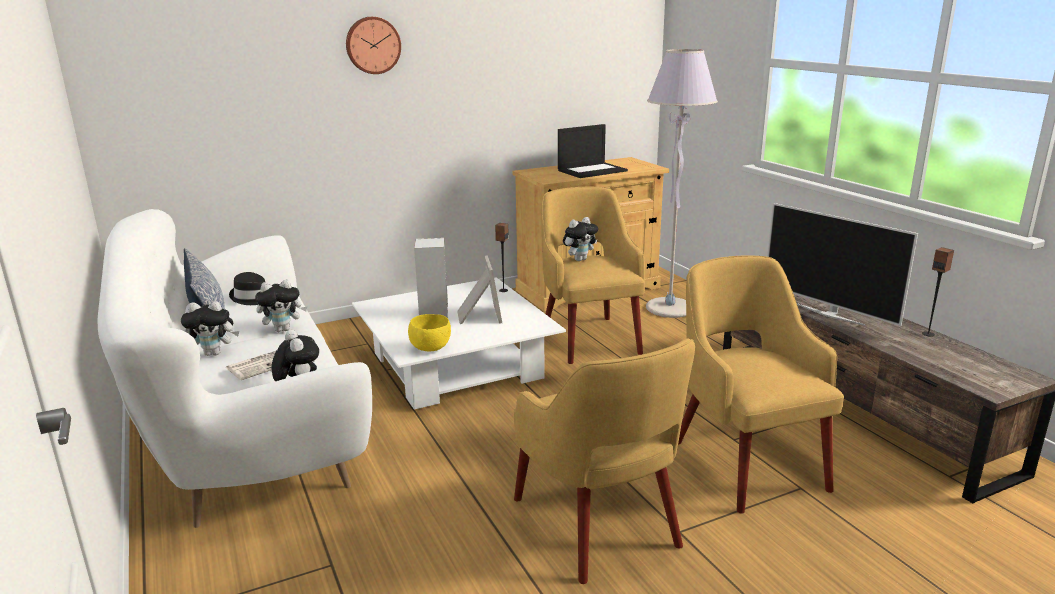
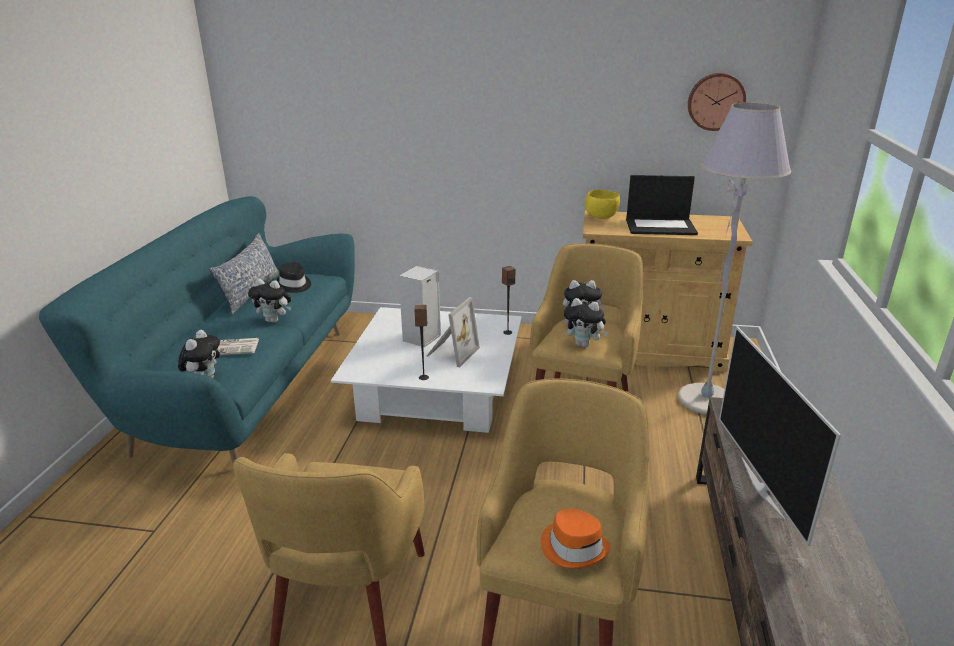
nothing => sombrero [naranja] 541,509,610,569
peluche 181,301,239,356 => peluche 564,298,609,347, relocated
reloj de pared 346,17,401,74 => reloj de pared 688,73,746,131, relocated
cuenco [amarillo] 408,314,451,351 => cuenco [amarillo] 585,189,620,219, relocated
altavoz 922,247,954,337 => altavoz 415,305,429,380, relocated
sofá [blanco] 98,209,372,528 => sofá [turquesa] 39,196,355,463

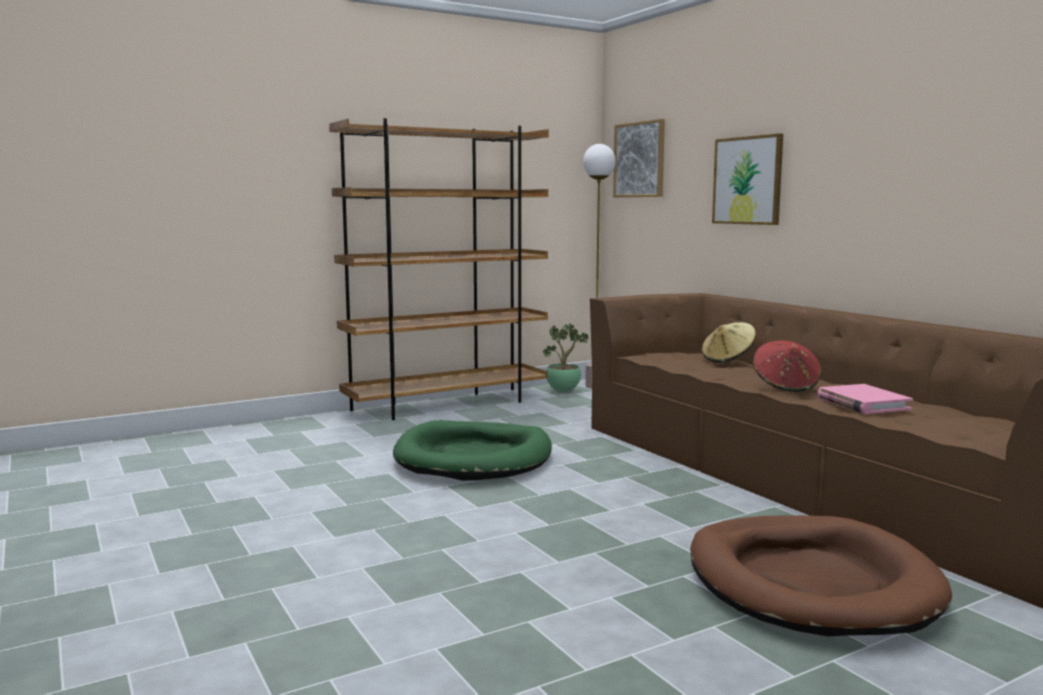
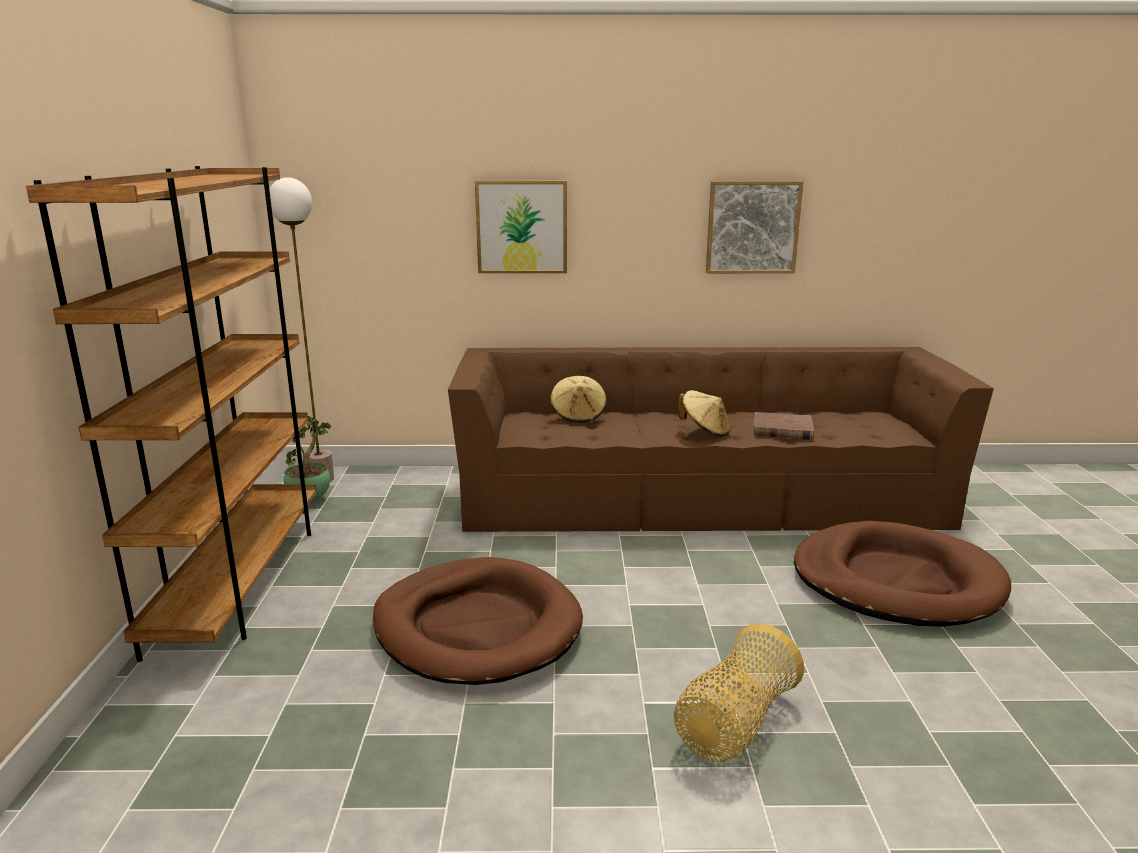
nothing => cesta 674,623,804,762
cuadro 613,119,665,197 => cuadro 706,181,803,274, relocated
cama para perro [verde] 393,420,552,481 => cama para perro [marrón] 372,557,583,685
sombrero [rojo] 753,340,821,392 => sombrero [beis] 678,390,731,437
libro [rosa] 818,384,913,414 => libro [marrón] 754,412,814,440

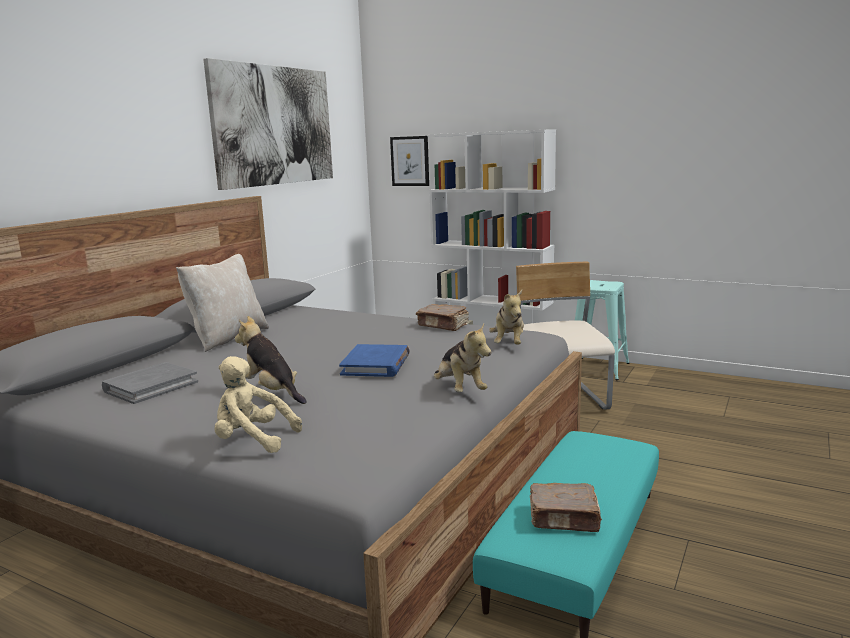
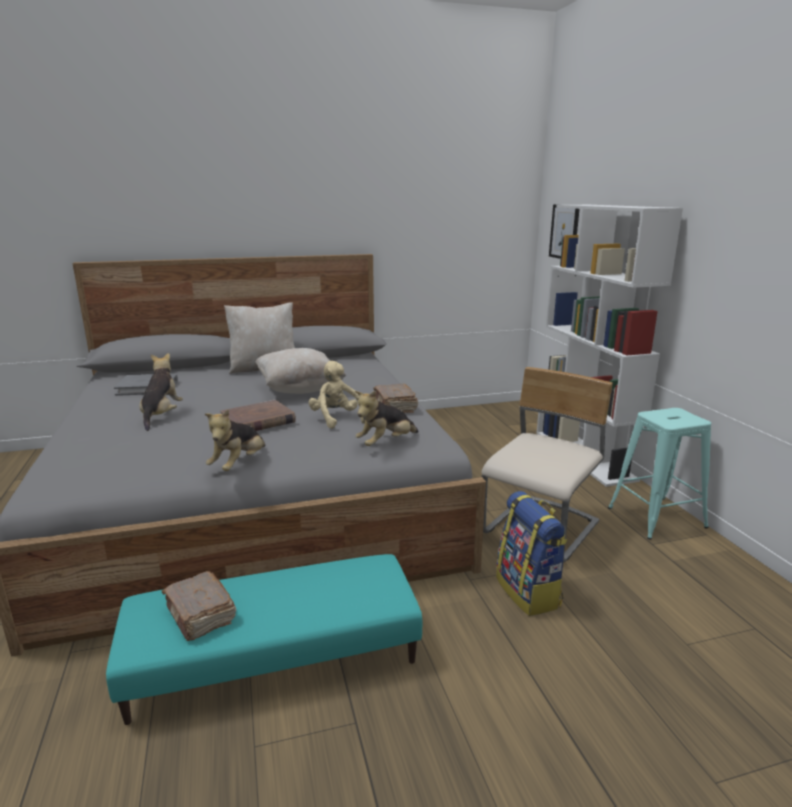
cuadro 203,58,333,190 => nothing
nothing => cojín [beis] 255,348,346,394
nothing => mochila 496,491,567,616
peluche [beis] 214,356,302,453 => peluche [beis] 308,361,365,429, relocated
libro [azul] 339,344,410,377 => libro [marrón] 221,400,296,431

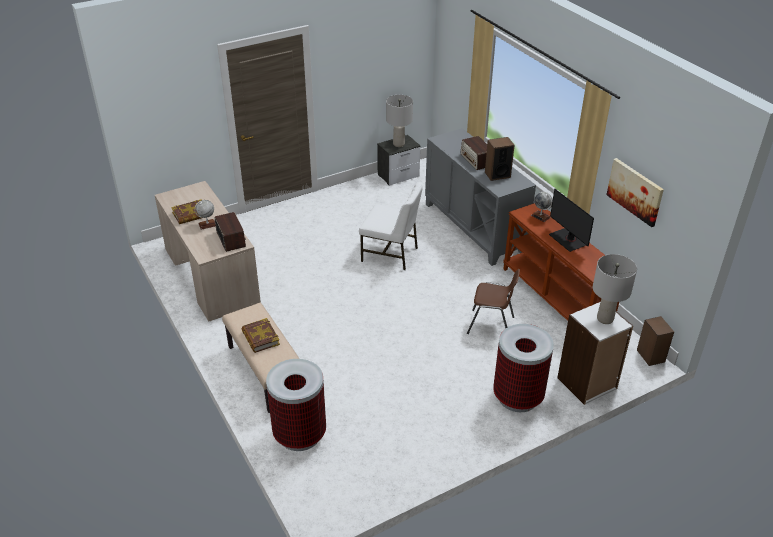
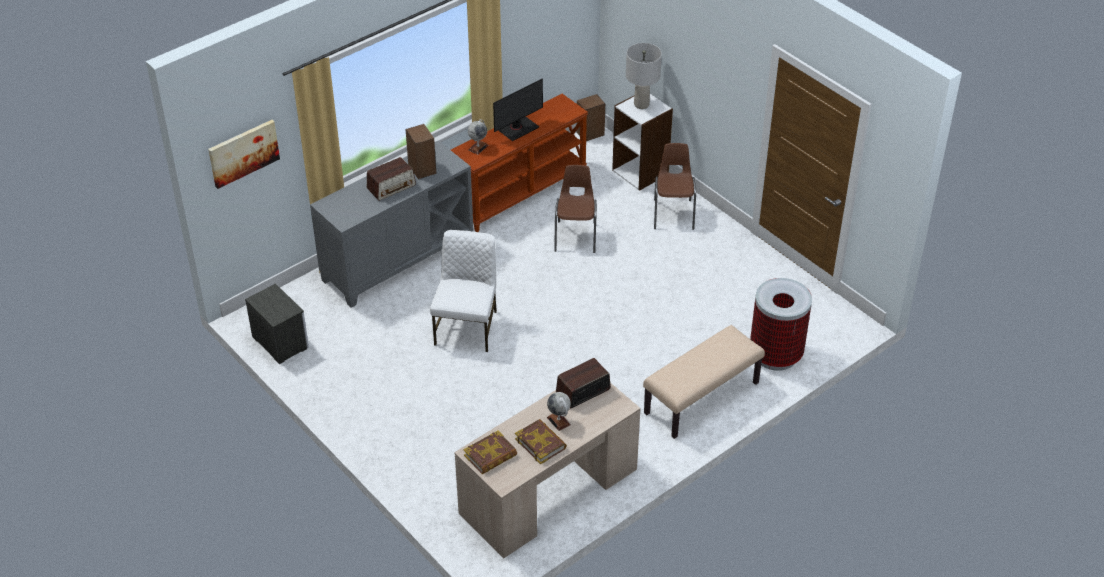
lámpara de mesa [gris] 386,95,413,147 => nothing
libro 241,318,280,353 => libro 464,431,517,474, relocated
cuadro 606,158,664,227 => cuadro 208,120,280,189, relocated
papelera 493,324,554,412 => silla [marrón] 654,143,696,230

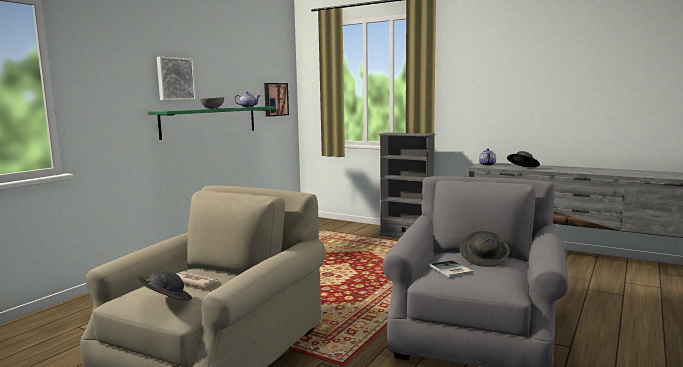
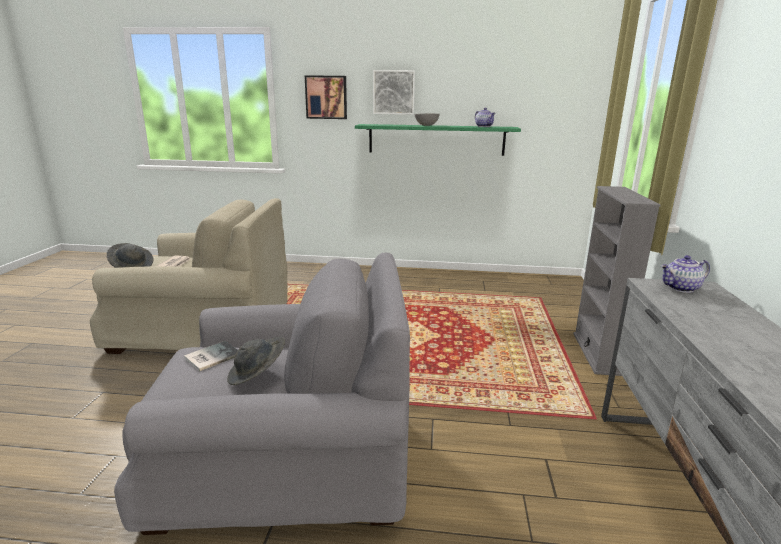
sombrero [gris] 507,151,540,167 => nothing
cuadro 264,83,289,117 => cuadro 305,75,347,119, relocated

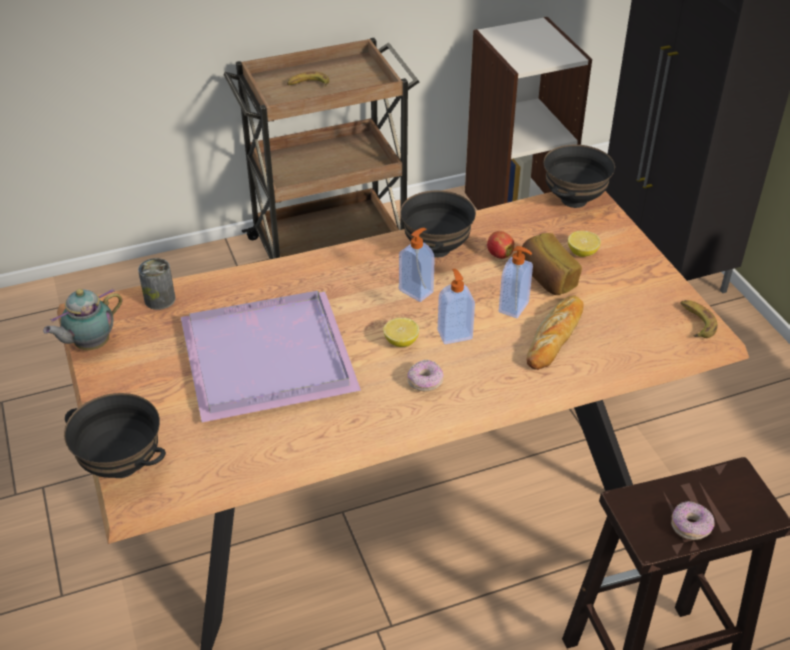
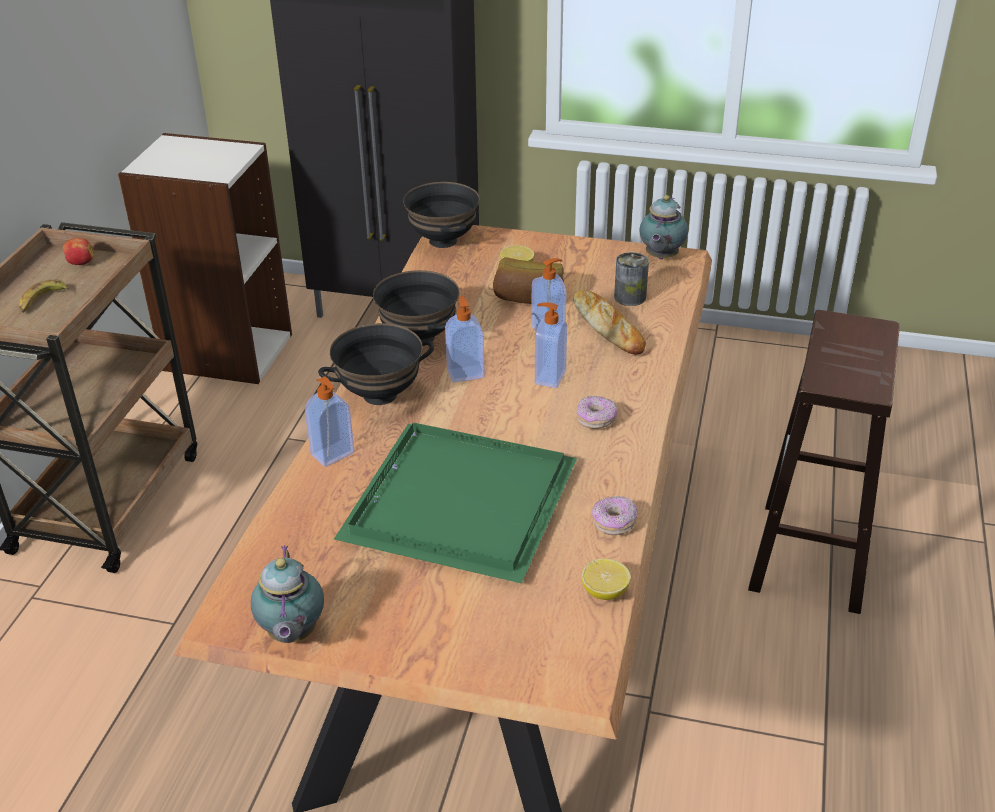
nothing => dispensador de jabón 305,376,354,467
cuenco [negro] 64,393,166,478 => cuenco [negro] 318,323,434,405, relocated
lata 138,258,176,310 => lata 614,252,649,306, relocated
limón 383,318,419,347 => limón 581,558,631,600, relocated
manzana 487,231,514,259 => manzana 63,238,93,265, relocated
rosquilla 671,501,715,540 => rosquilla 592,496,638,535, relocated
plátano 681,300,717,338 => tetera 639,195,688,260
bandeja [morado] 180,291,361,422 => bandeja [verde] 334,423,577,583

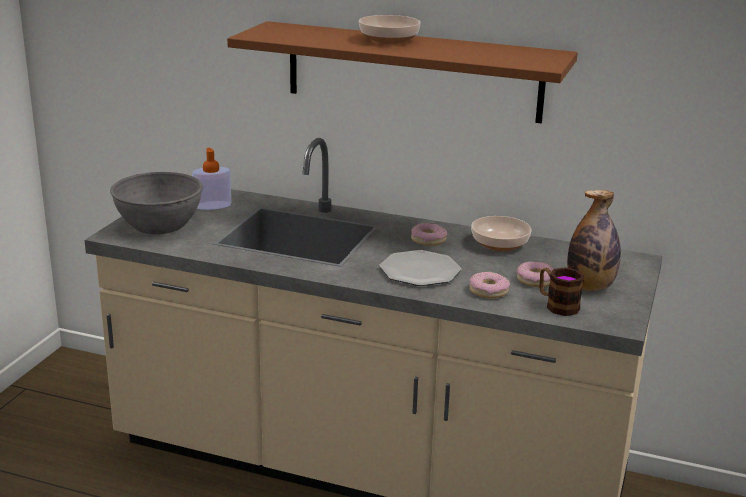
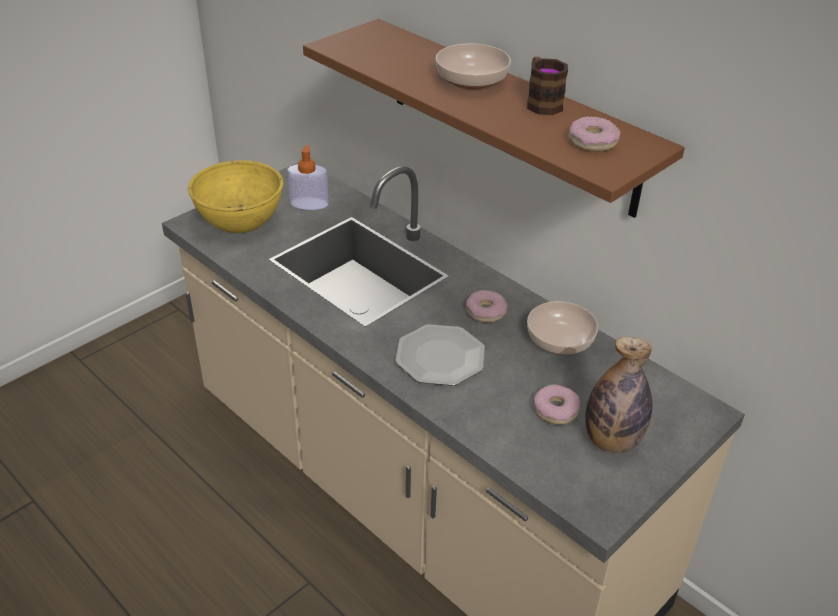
rosquilla 469,272,510,298 => rosquilla 569,116,621,152, relocated
taza grande 539,267,584,316 => taza grande 527,57,568,115, relocated
cuenco [gris] 110,172,203,234 => cuenco [amarillo] 188,160,283,233

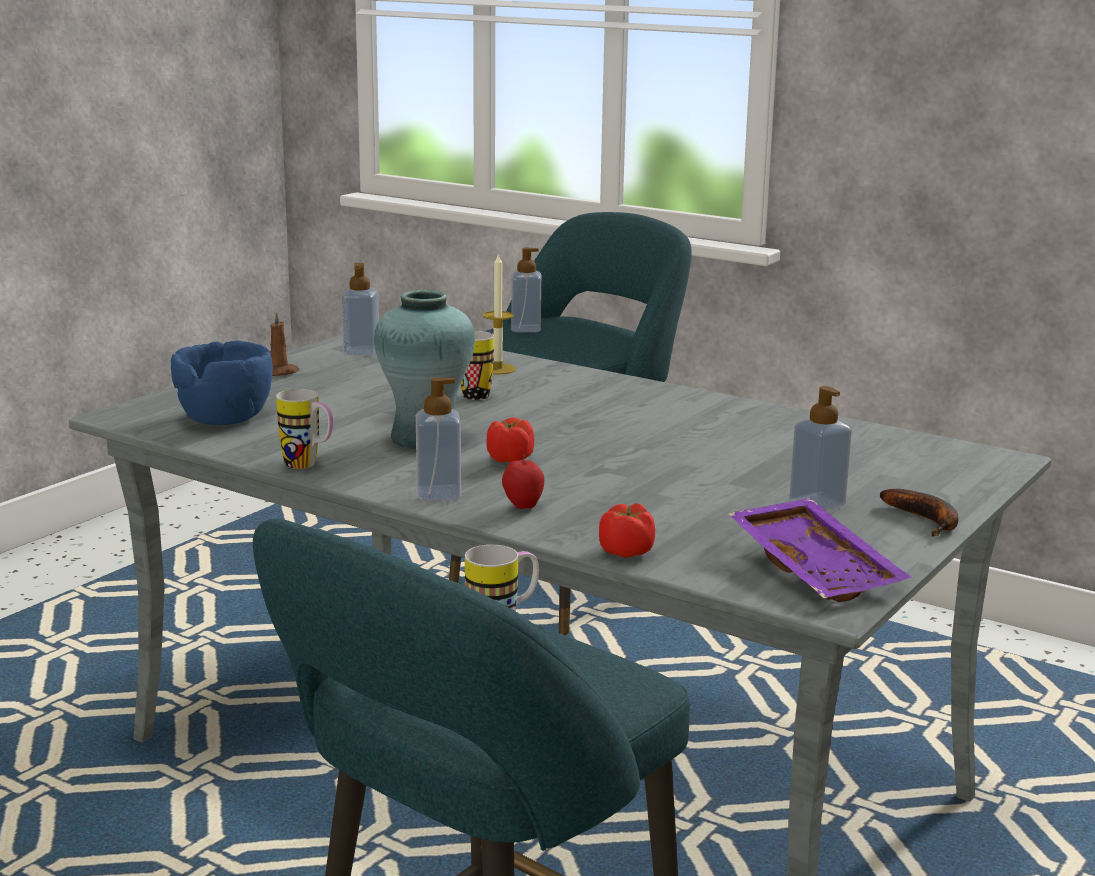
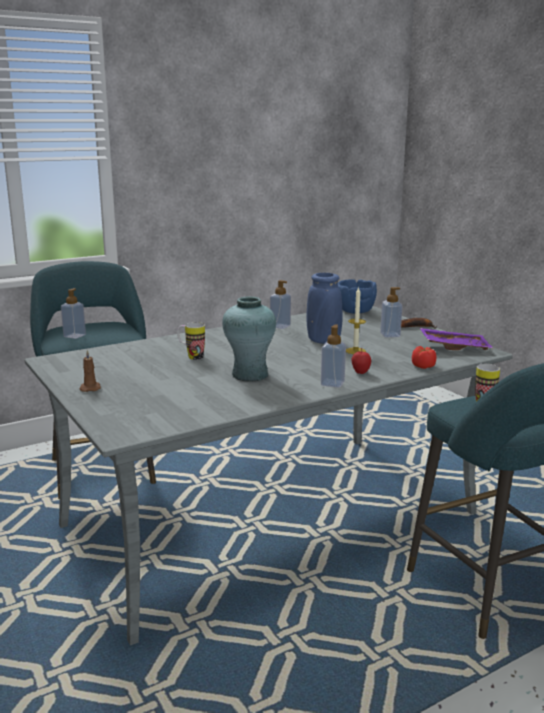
taza grande 276,389,333,469 => nothing
tomate 486,418,534,463 => nothing
nothing => florero [azul] 306,273,343,344
cuenco [azul] 171,341,273,425 => cuenco [azul] 338,279,377,314, relocated
dispensador de jabón 342,263,379,356 => dispensador de jabón 270,280,291,329, relocated
vela 482,253,516,374 => vela 346,286,366,354, relocated

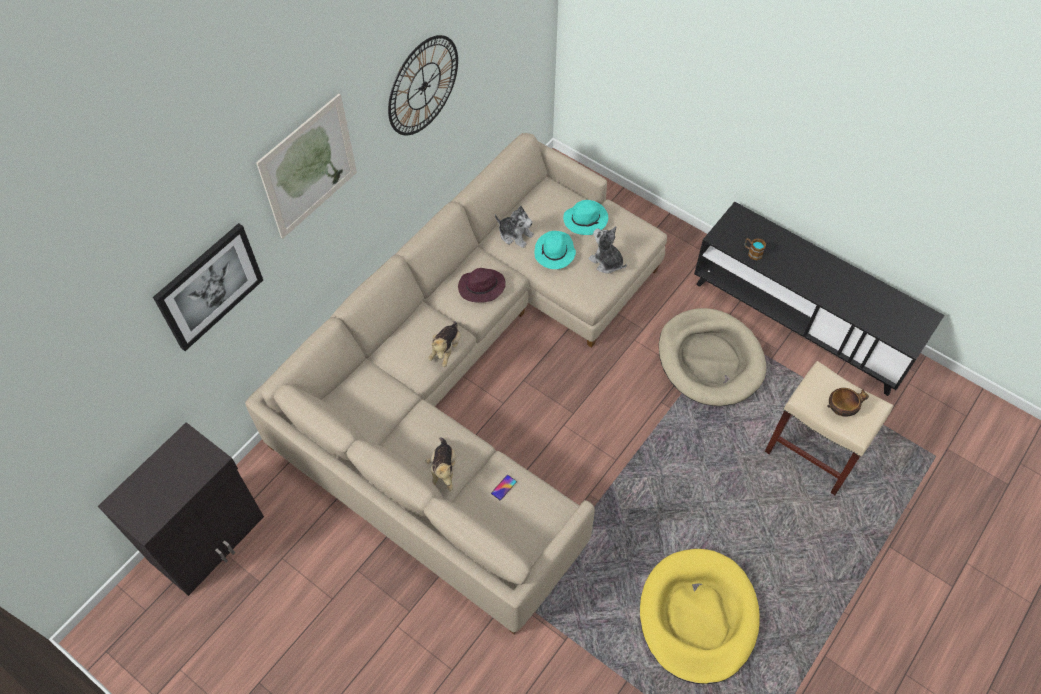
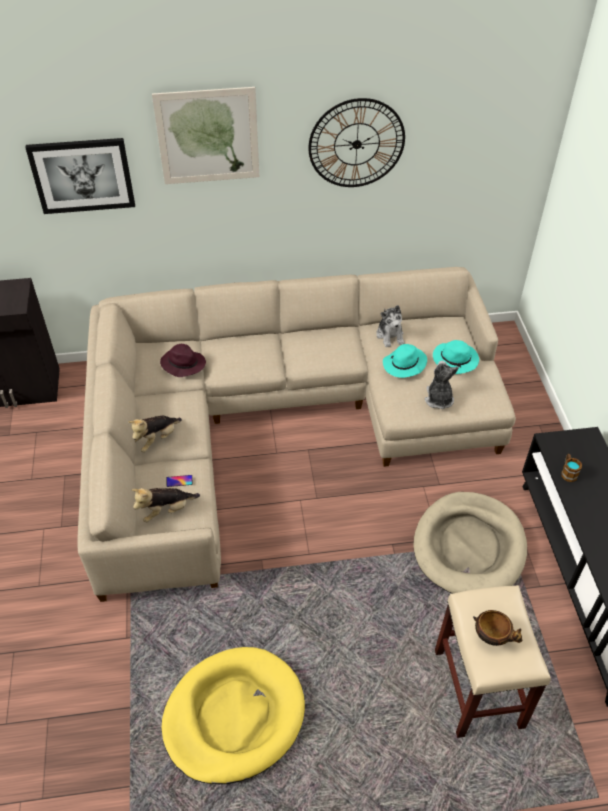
peluche 428,321,461,367 => peluche 132,488,200,522, relocated
sombrero [morado] 458,268,506,303 => sombrero [morado] 160,344,206,377, relocated

